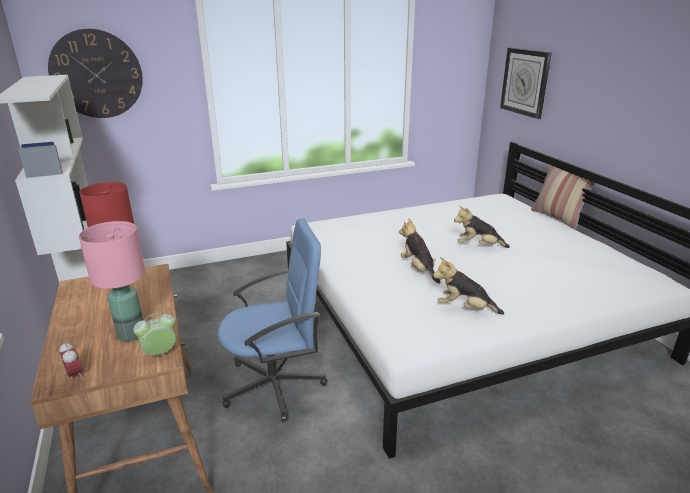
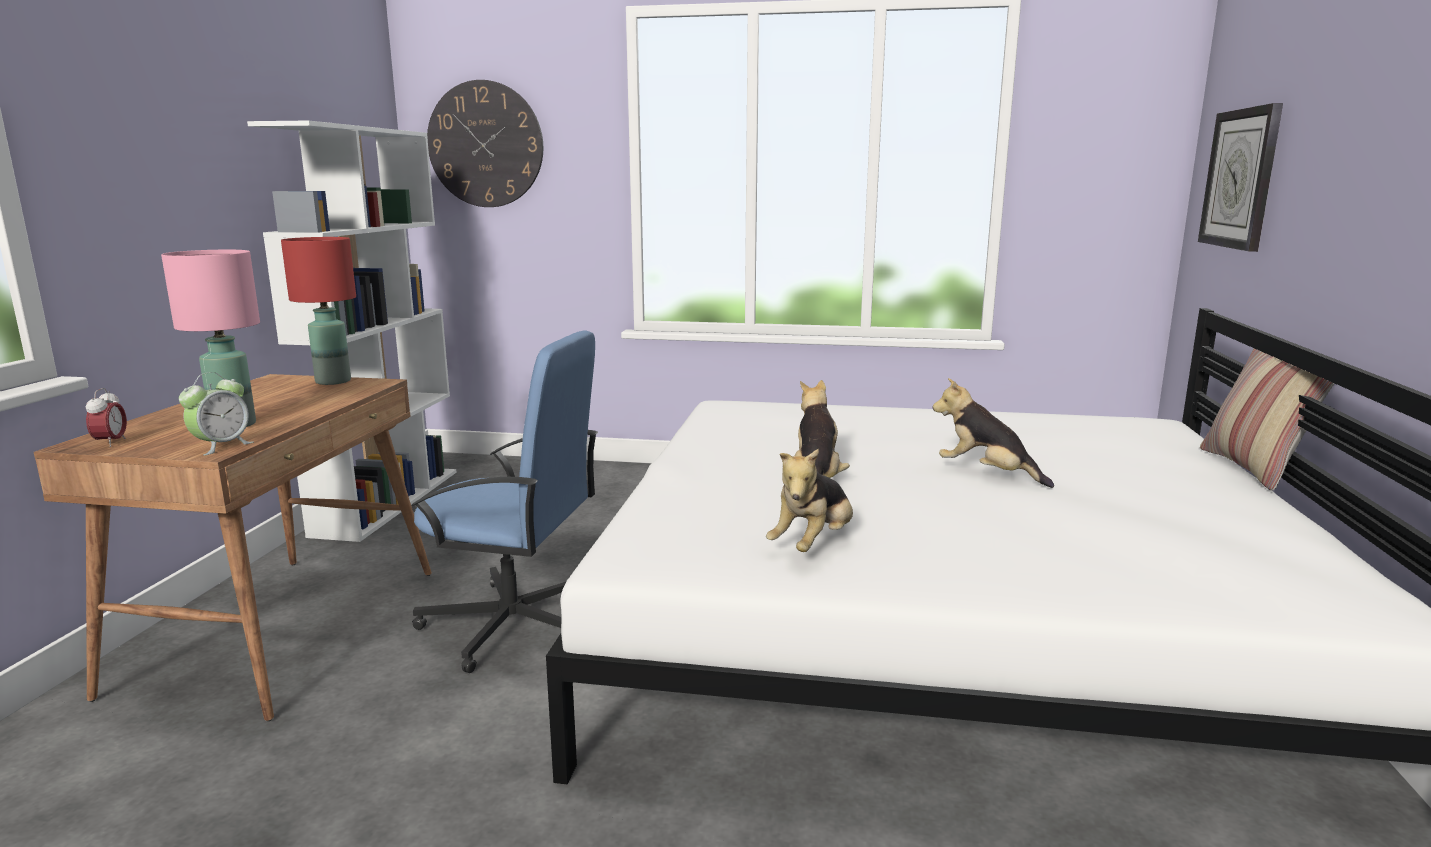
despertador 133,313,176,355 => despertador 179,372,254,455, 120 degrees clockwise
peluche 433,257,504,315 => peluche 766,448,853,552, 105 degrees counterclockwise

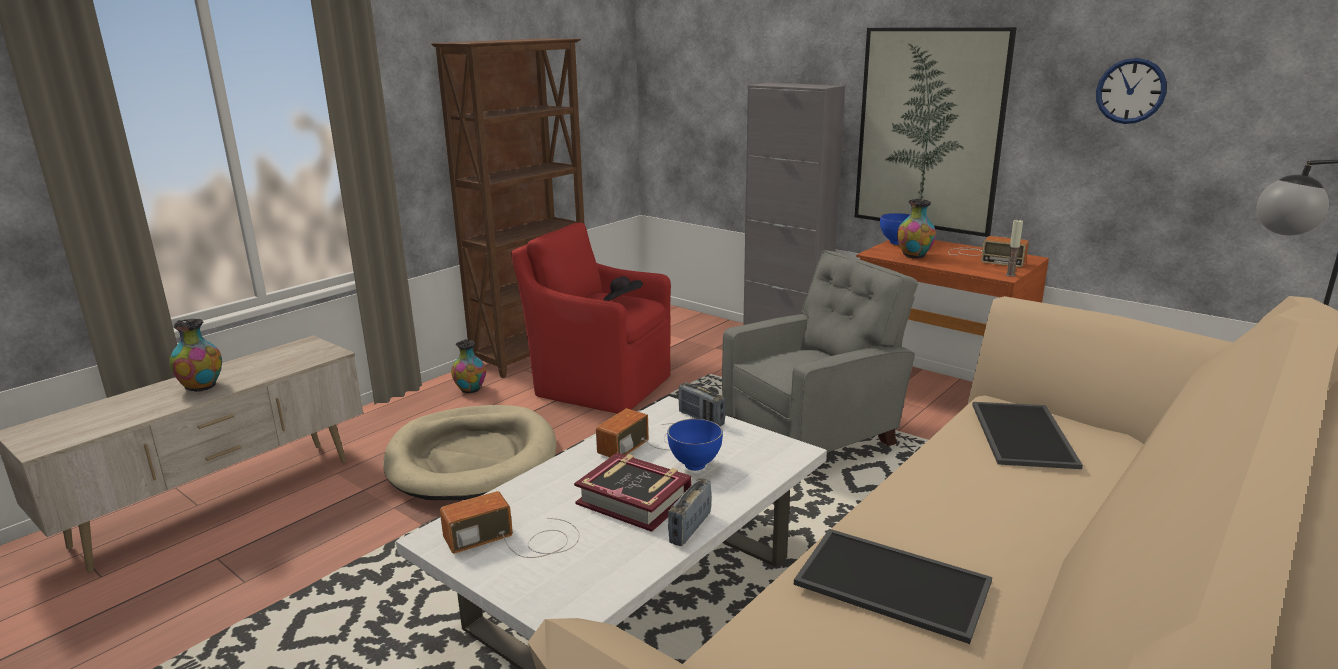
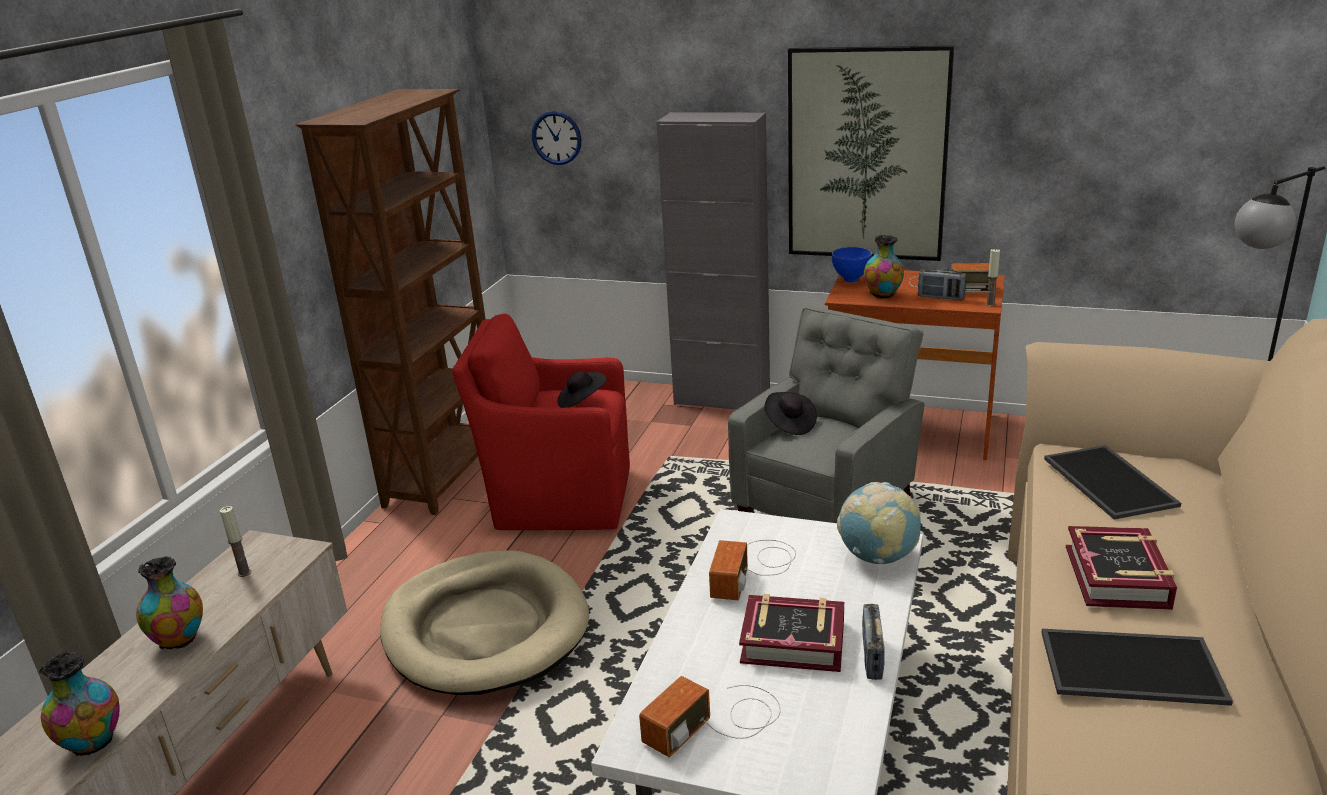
cuenco [azul] 667,419,723,471 => nothing
nothing => vela 220,506,251,577
nothing => sombrero [negro] 764,392,817,435
nothing => globo terráqueo 837,482,921,564
nothing => libro 1066,526,1177,610
florero 451,340,486,393 => florero 39,652,120,756, relocated
radio 678,382,726,426 => radio 918,268,966,300, relocated
reloj de pared 1096,58,1167,124 => reloj de pared 532,111,582,165, relocated

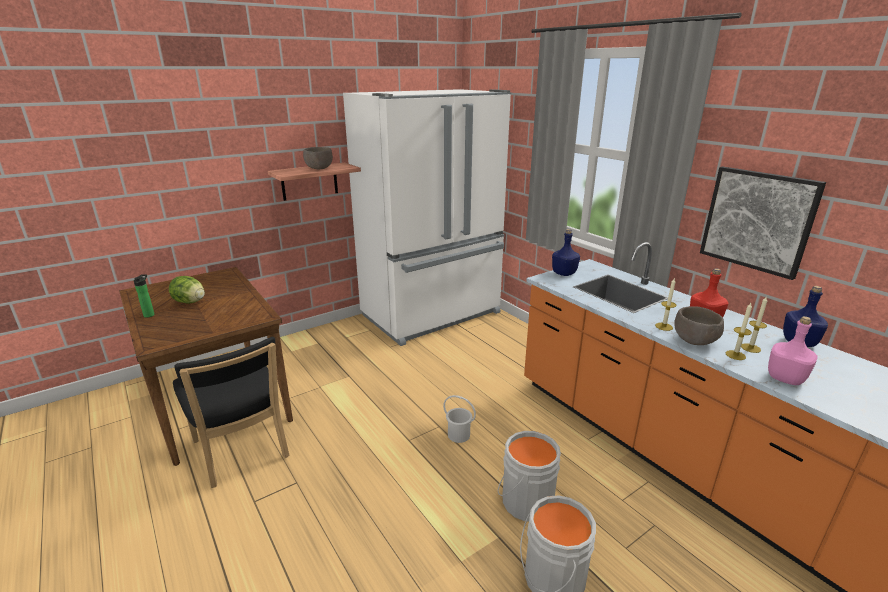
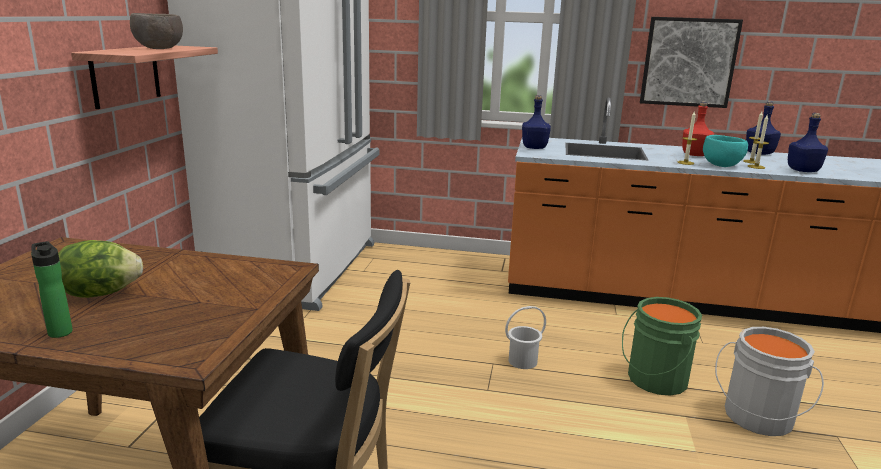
cubo [gris] 497,431,561,522 => cubo [verde] 622,297,702,396
cuenco [marrón] 674,306,724,345 => cuenco [turquesa] 703,135,748,167
botella [rosa] 768,316,818,385 => botella [azul] 788,113,828,172

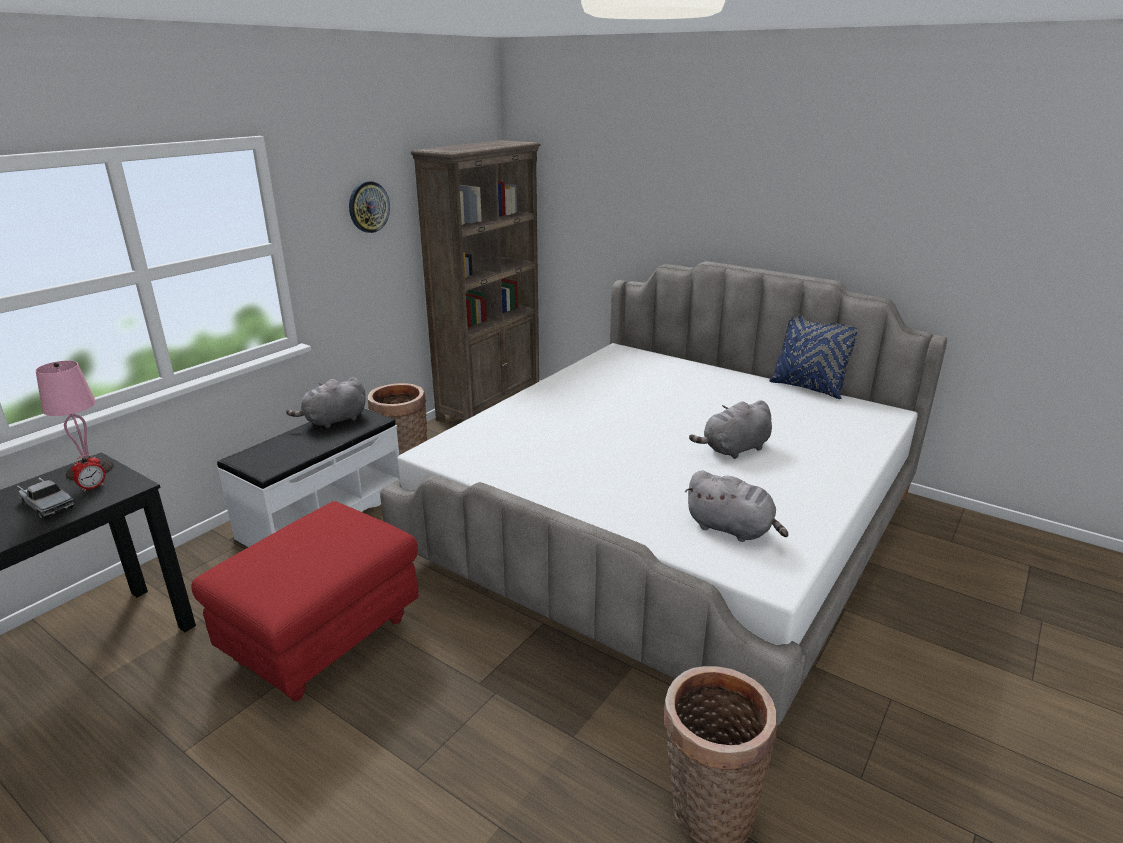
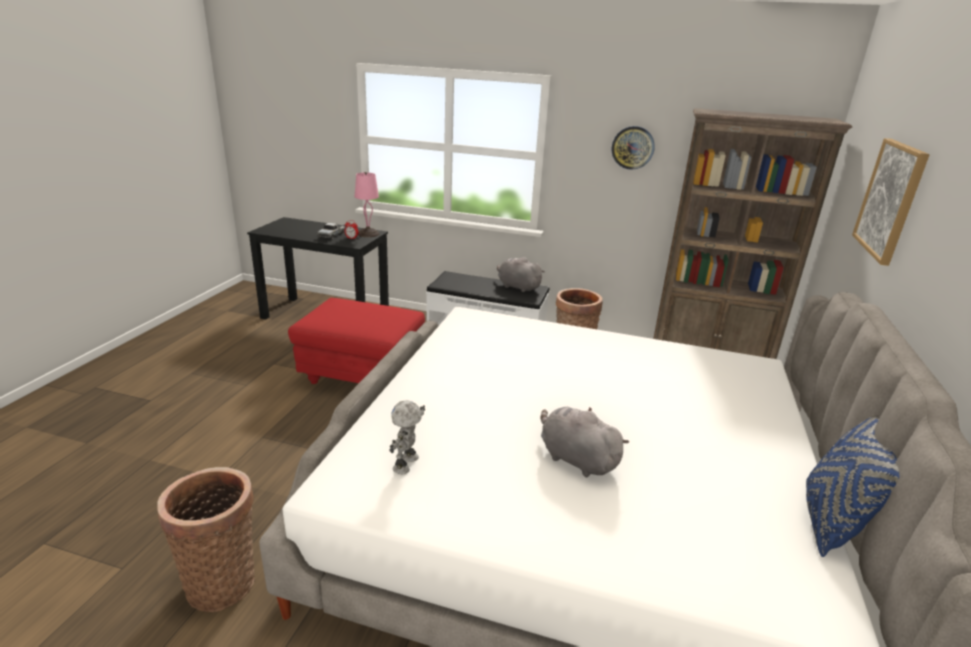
nothing => cuadro 852,138,930,266
peluche [gris] 685,471,788,542 => robot de juguete 389,400,425,474

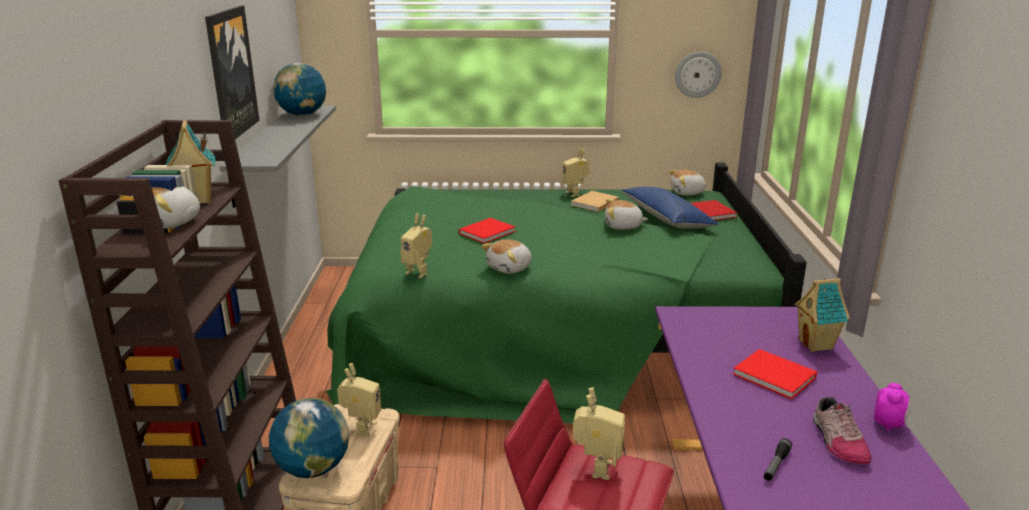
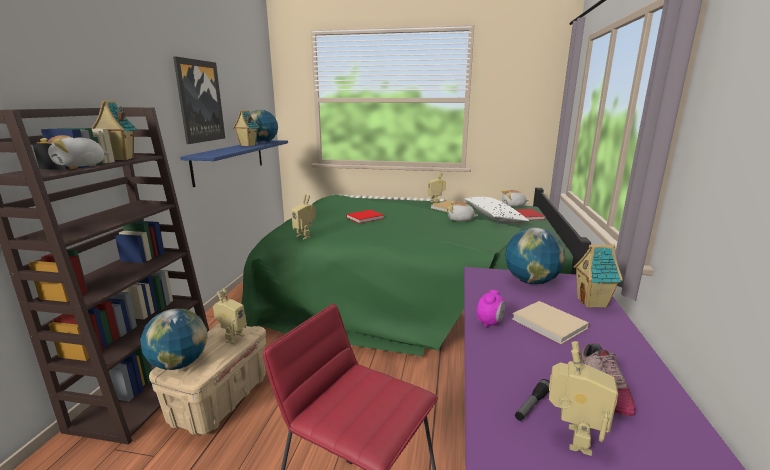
peluche 481,239,532,274 => nothing
reloj de pared 675,52,721,98 => nothing
nothing => casita 233,110,259,146
nothing => globo terráqueo 505,227,566,284
robot de juguete 573,387,625,480 => robot de juguete 549,341,618,456, relocated
despertador 874,383,910,431 => despertador 477,290,505,327, relocated
estante [gris] 219,106,336,208 => estante [azul] 180,140,288,187
cojín [azul] 620,187,719,229 => cojín [blanco] 464,197,529,223
libro [rojo] 733,349,817,399 => libro [beis] 512,301,589,344

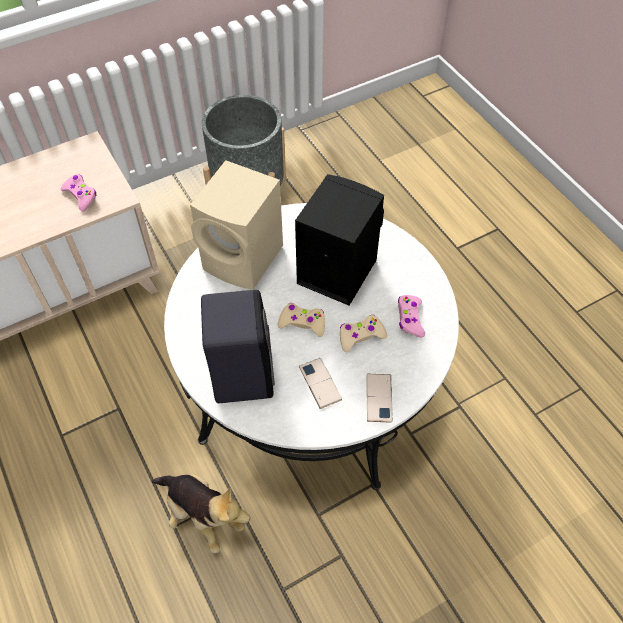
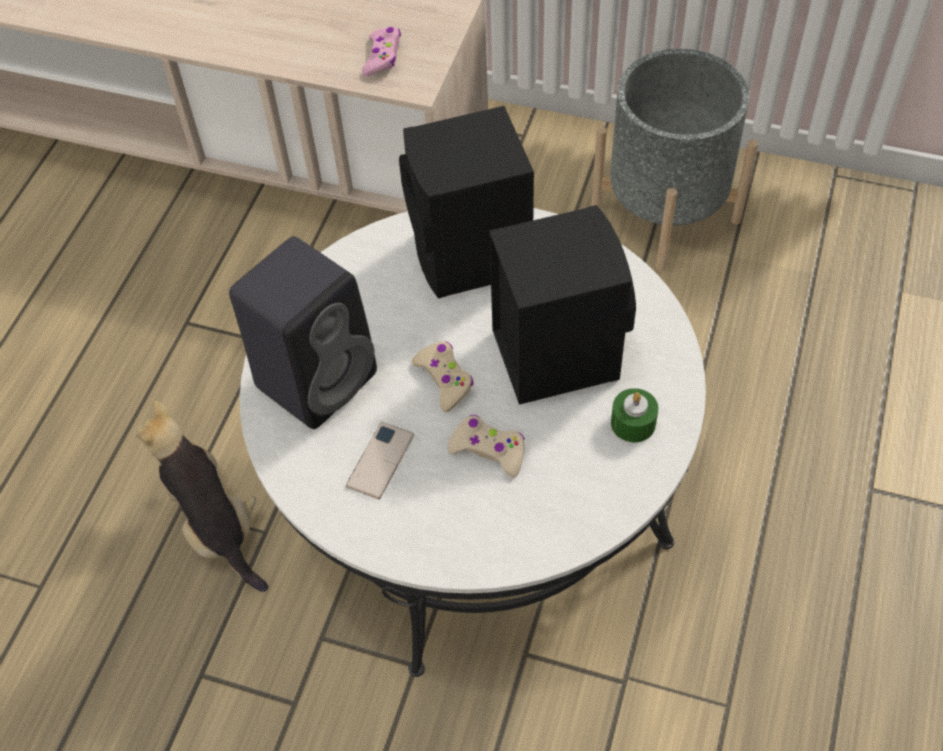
móvil 367,374,392,423 => nothing
mando de consola [rosa] 398,295,425,338 => nothing
nothing => vela [verde] 611,388,659,442
altavoz [beis] 190,160,283,290 => altavoz [negro] 399,106,534,299
peluche 152,474,250,553 => peluche 135,401,268,592, 150 degrees clockwise

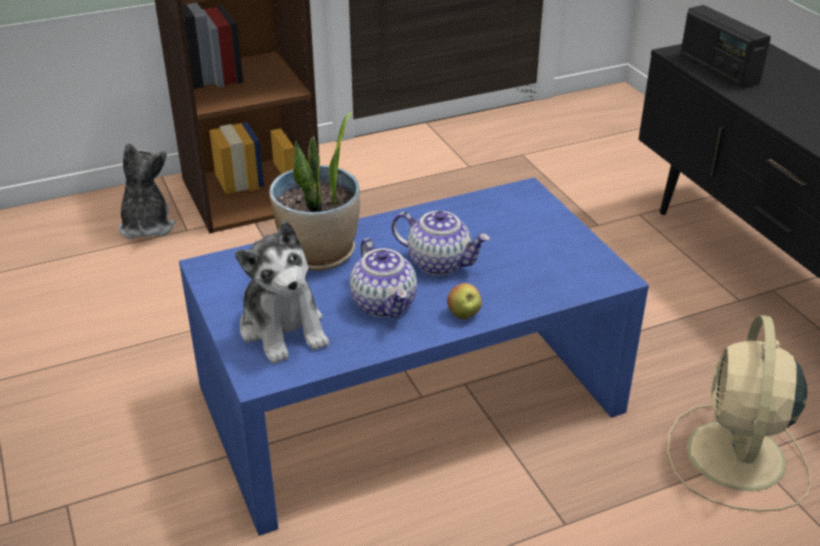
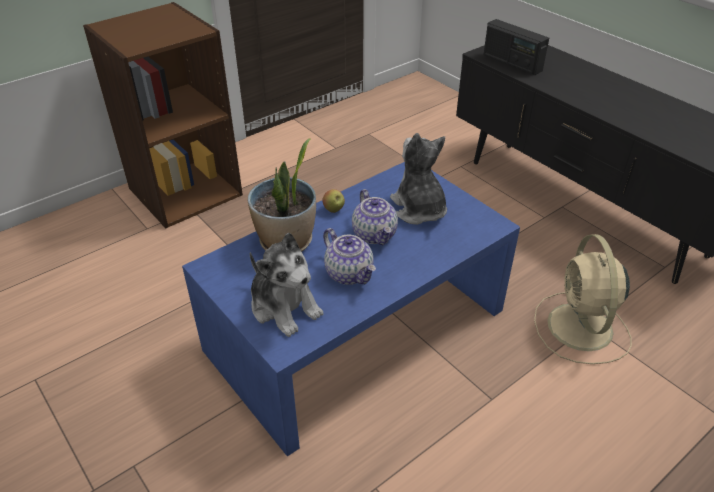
peluche 118,143,176,239 => peluche 390,133,447,225, relocated
manzana 447,283,482,320 => manzana 322,189,345,213, relocated
tetera 391,211,490,276 => tetera 352,189,398,245, 60 degrees clockwise

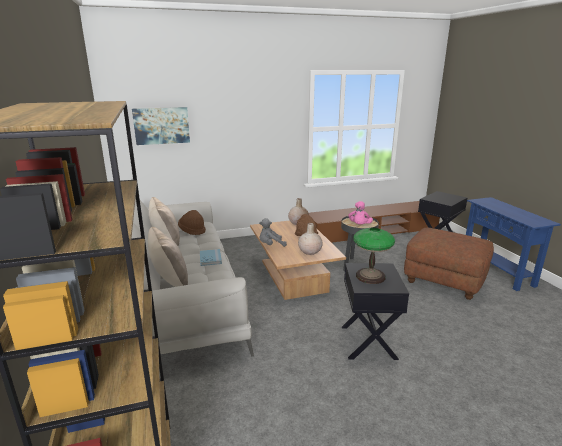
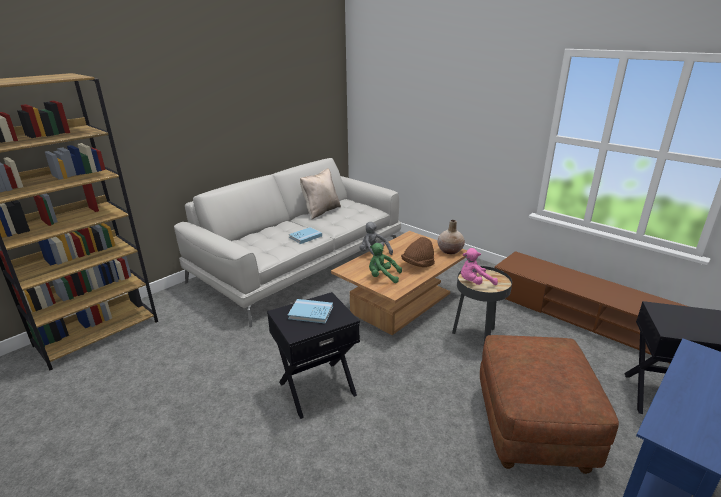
cuadro 132,107,190,145 => nothing
cojín [beis] 148,227,188,287 => nothing
sombrero [marrón] 178,210,206,235 => nothing
florero [beis] 298,223,323,255 => peluche [verde] 369,243,402,283
lámpara de mesa 353,228,395,284 => libro [azul] 288,299,333,324

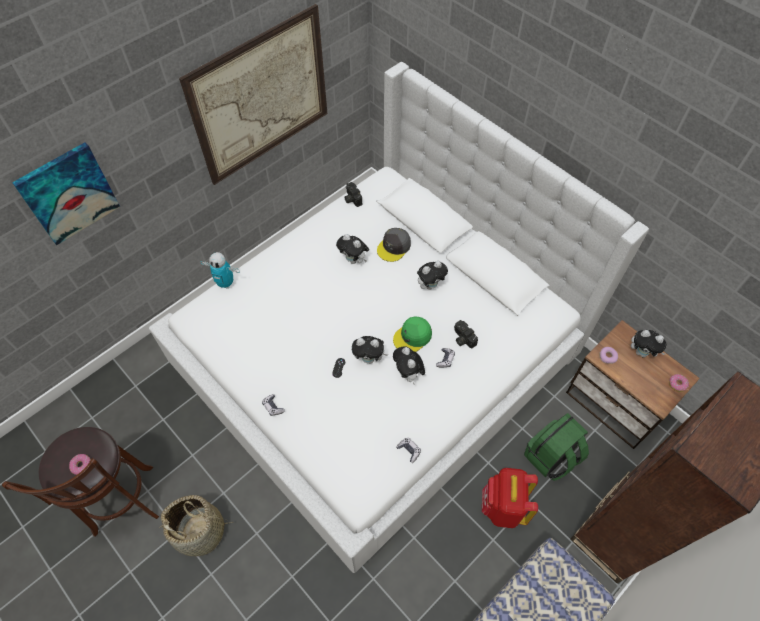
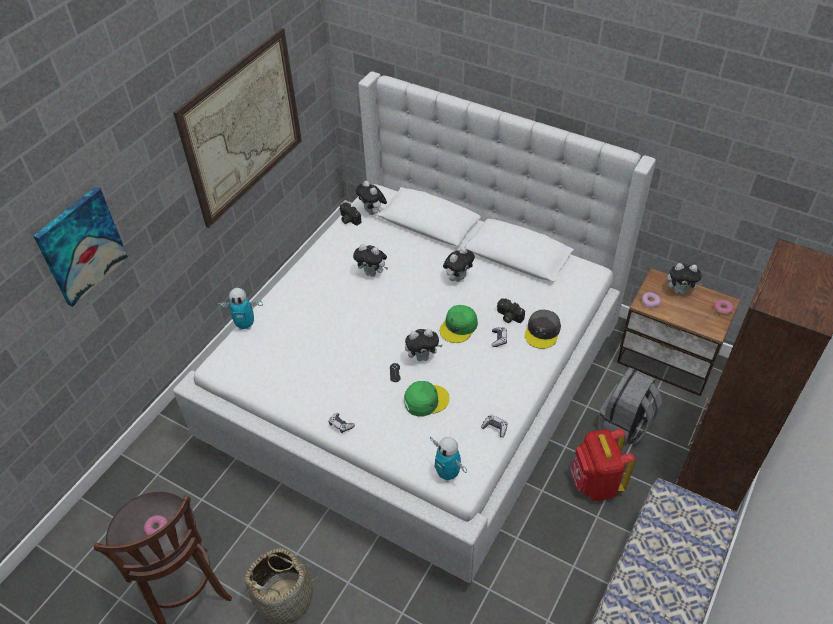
nothing => gorra [verde] 404,381,450,416
nothing => robot de juguete 430,437,467,482
gorra [gris] 377,228,411,262 => gorra [gris] 525,310,561,349, relocated
peluche 393,346,425,385 => peluche 356,180,387,215, relocated
mochila [verde] 524,413,589,481 => mochila [gris] 598,367,662,445

